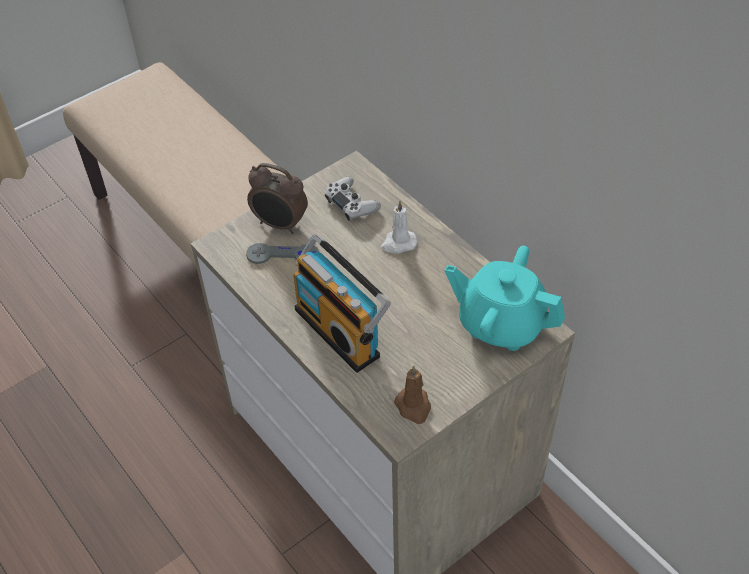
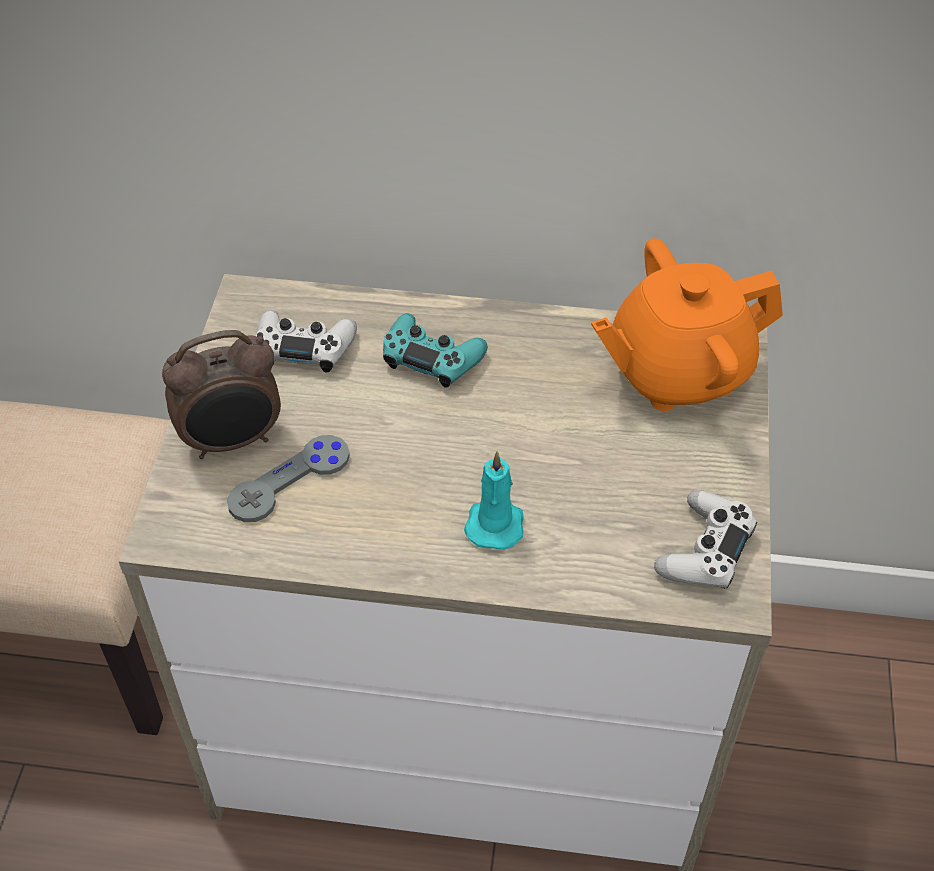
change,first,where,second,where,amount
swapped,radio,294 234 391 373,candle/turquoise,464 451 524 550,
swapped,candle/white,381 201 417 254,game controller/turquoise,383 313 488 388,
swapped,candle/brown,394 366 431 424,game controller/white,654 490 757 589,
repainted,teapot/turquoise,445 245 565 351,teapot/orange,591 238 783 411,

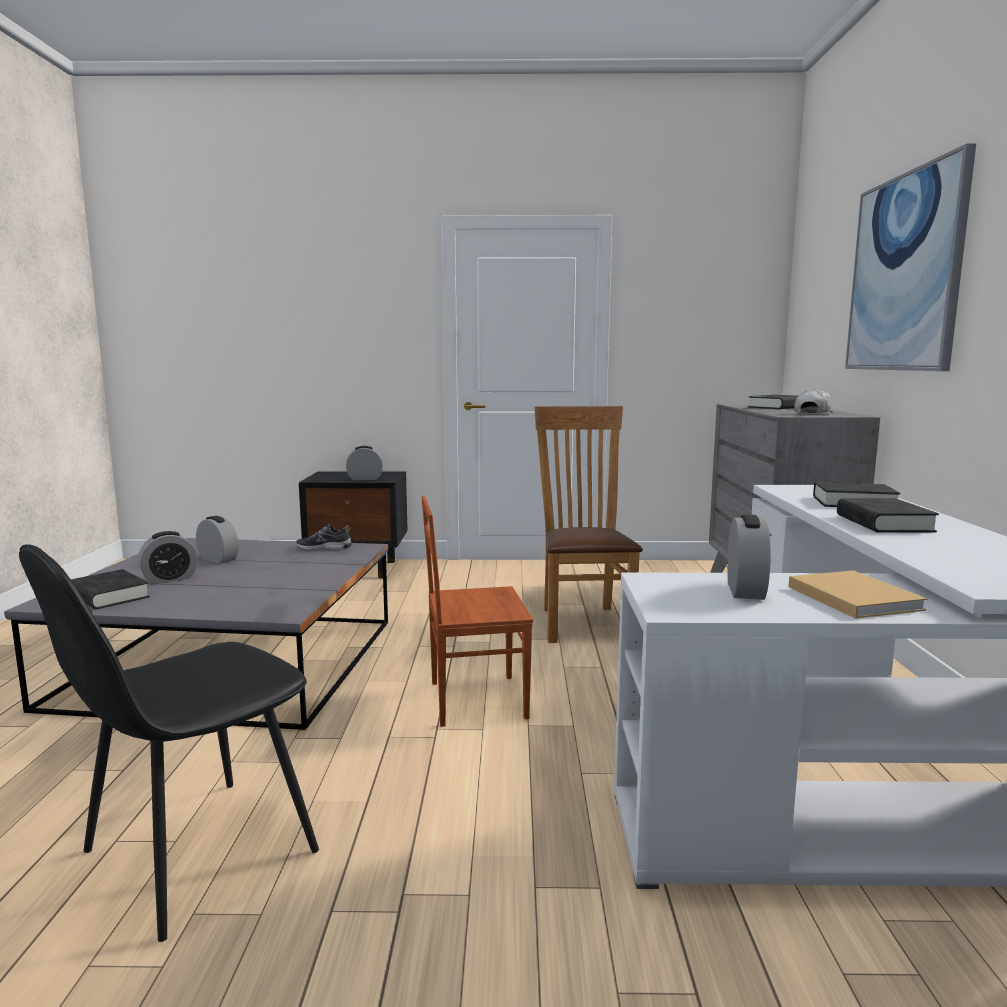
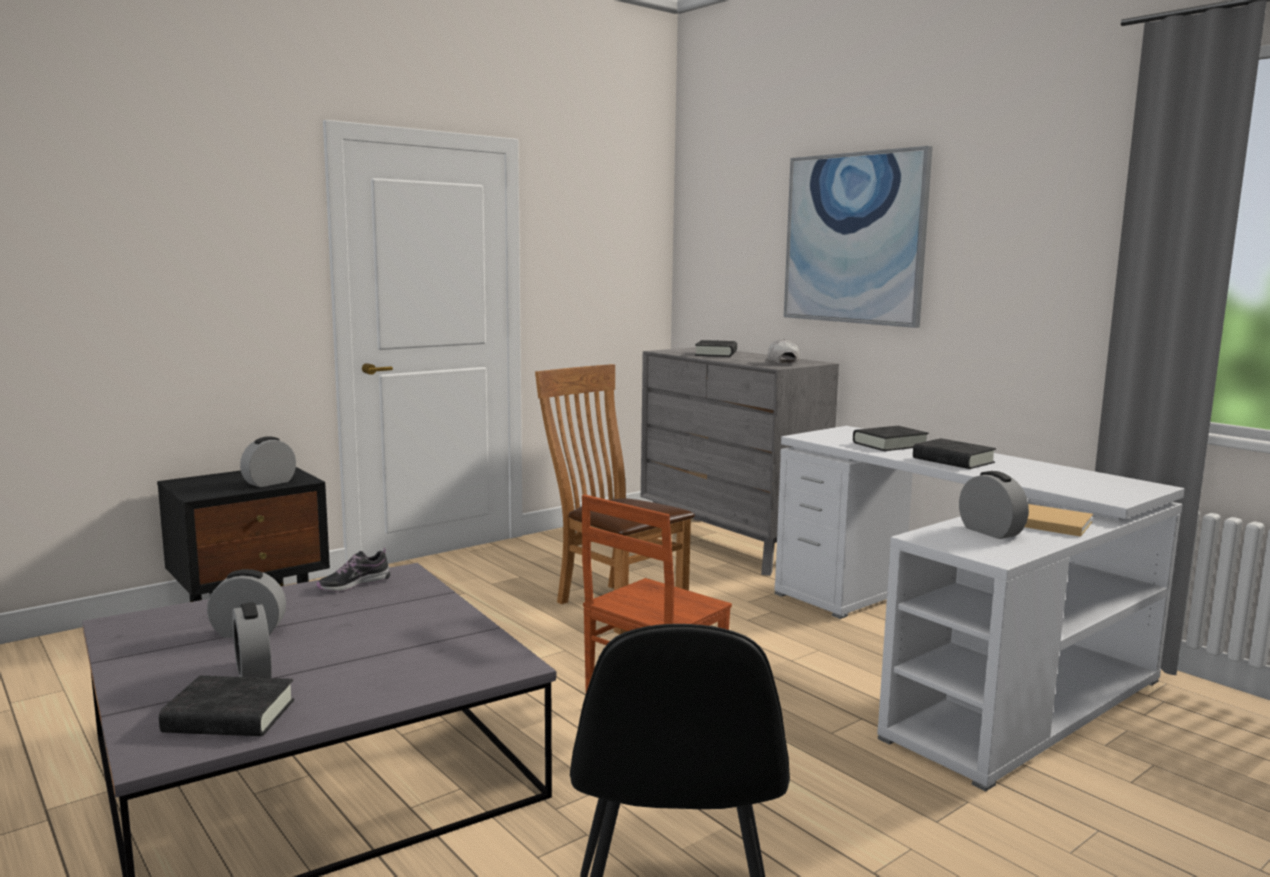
change,first,where,second,where,amount
rotated,alarm clock,138 531 198 584,,232 602 272 678,135 degrees clockwise

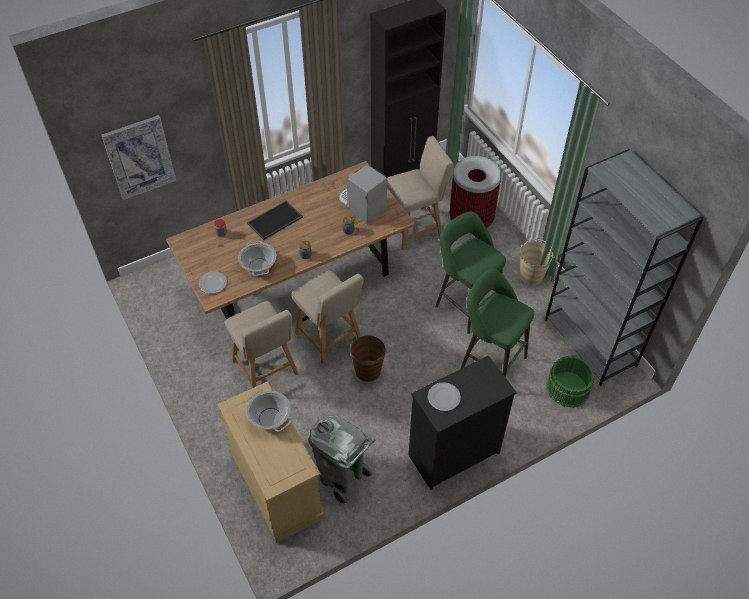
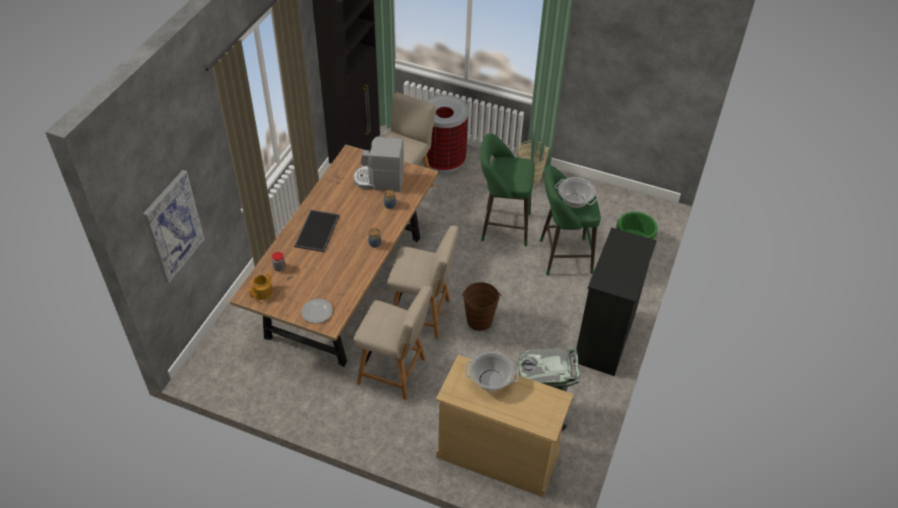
change,first,where,second,where,amount
gone,plate,428 382 461 411,,,
gone,bookcase/grey,545 149 704 386,,,
new,,,teapot,249 271 273 300,
shifted,cooking pot,238 241 276 276,,555 177 598 208,

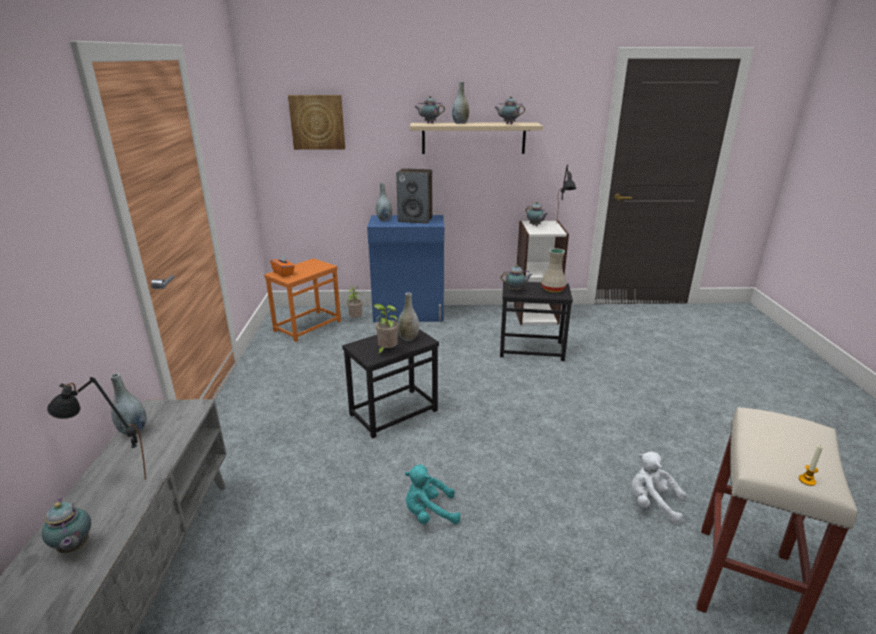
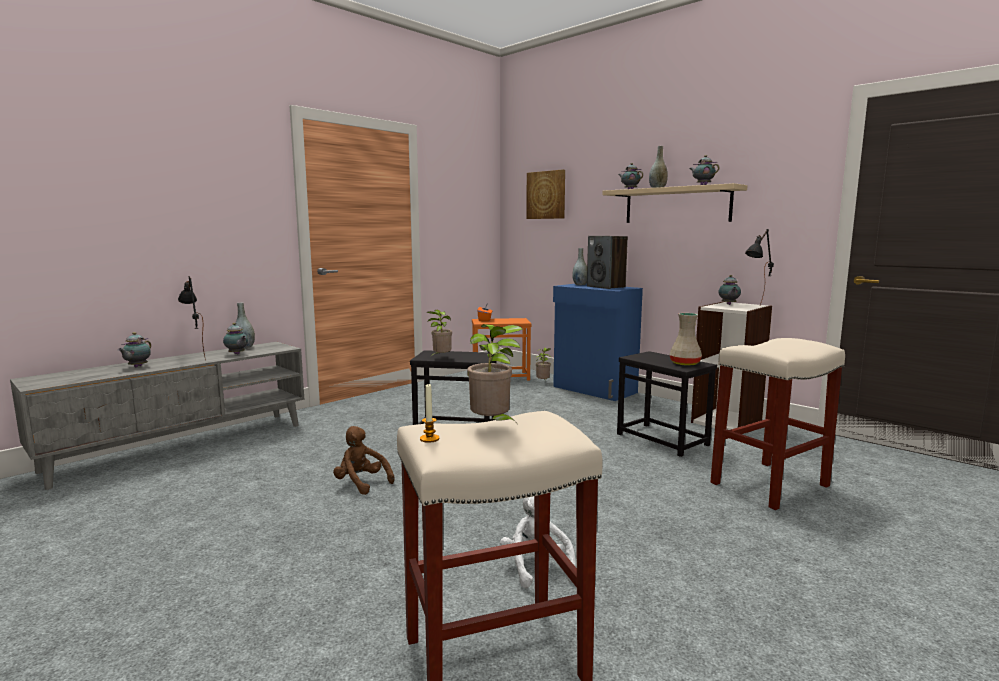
change,first,where,second,where,amount
gone,vase/grey,398 292 419 341,,,
new,,,potted plant,467 324 523 422,
new,,,stool/beige,711 338 845 510,
shifted,teapot,501 265 532 291,,223 323 248 355,
repainted,plush toy/turquoise,405 464 461 524,plush toy/brown,333 426 395 495,

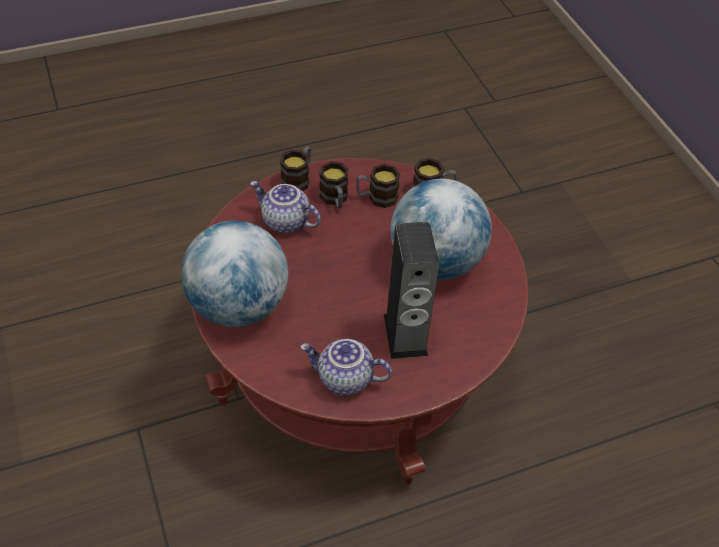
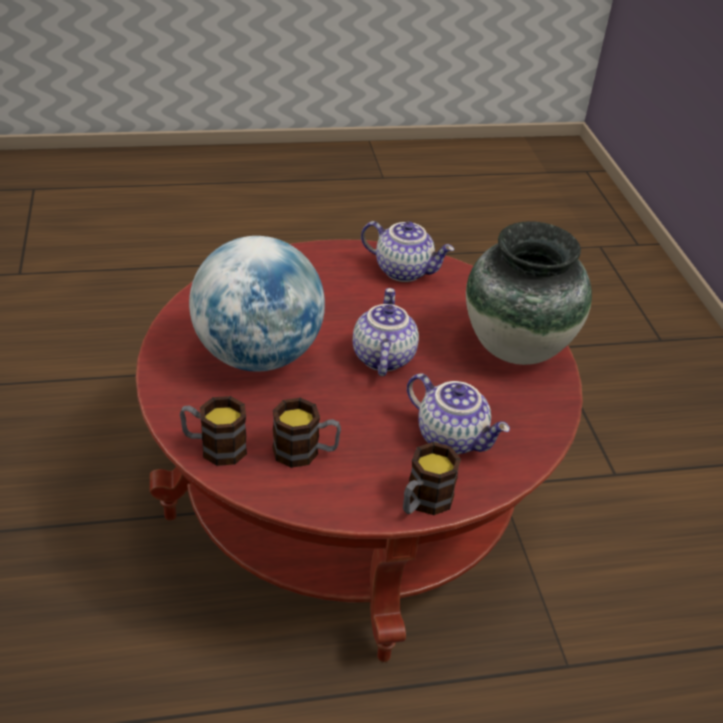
change,first,where,second,where,amount
gone,mug,319 161 349 208,,,
gone,speaker,384 222 439 359,,,
new,,,teapot,353 288 419 376,
swapped,globe,181 221 288 327,vase,466 221 592 365,

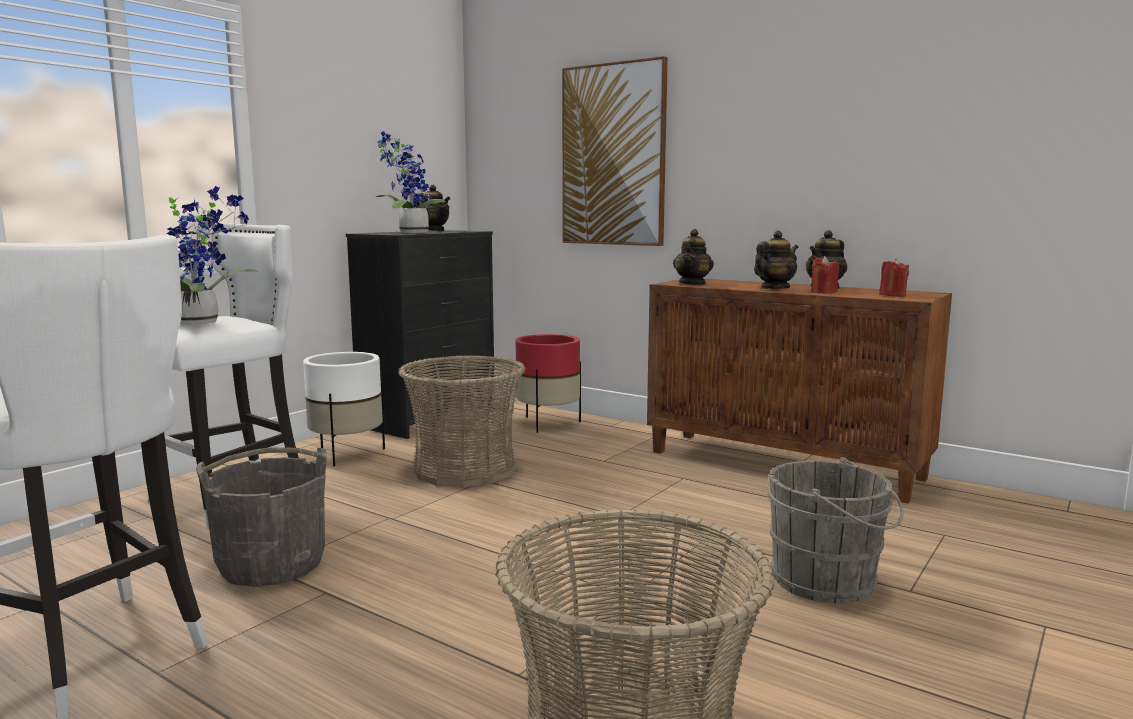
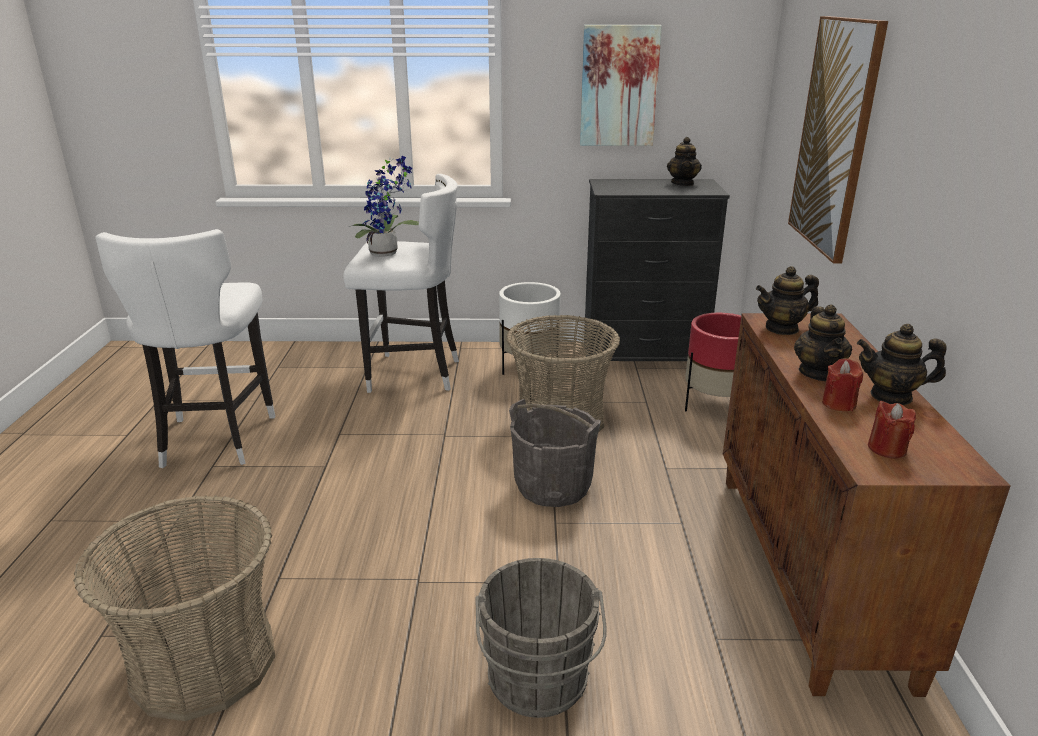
change,first,where,second,where,amount
gone,potted plant,376 131 446 233,,,
new,,,picture,580 25 662 146,
shifted,bucket/grey,196 447 327 587,,509 399 601 507,
rotated,teapot,754 230 799 289,,794 304 852 381,75 degrees clockwise

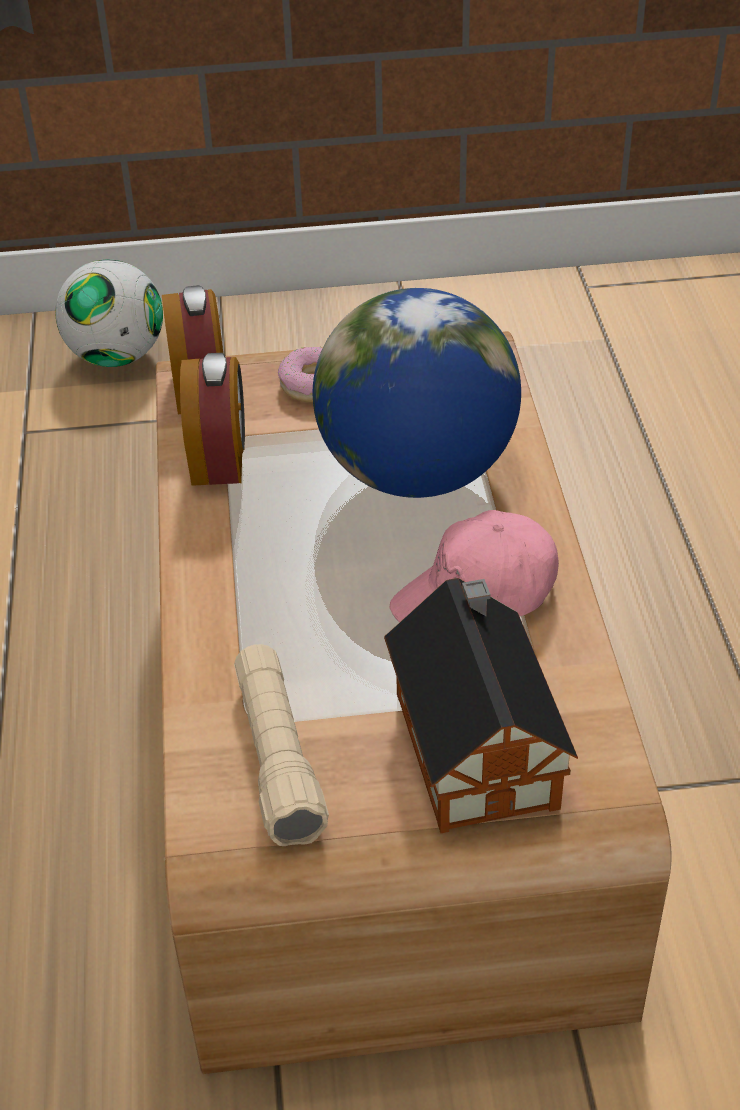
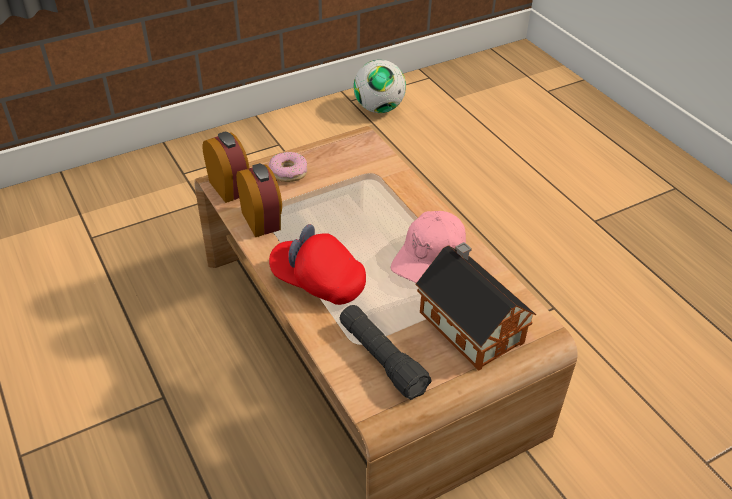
change,first,where,second,where,amount
gone,globe,313 288 521 498,,,
new,,,cap/red,269 224 366 305,
shifted,football,55 260 163 367,,354 60 406 113,
repainted,flashlight/beige,234 644 329 846,flashlight/black,340 305 432 400,

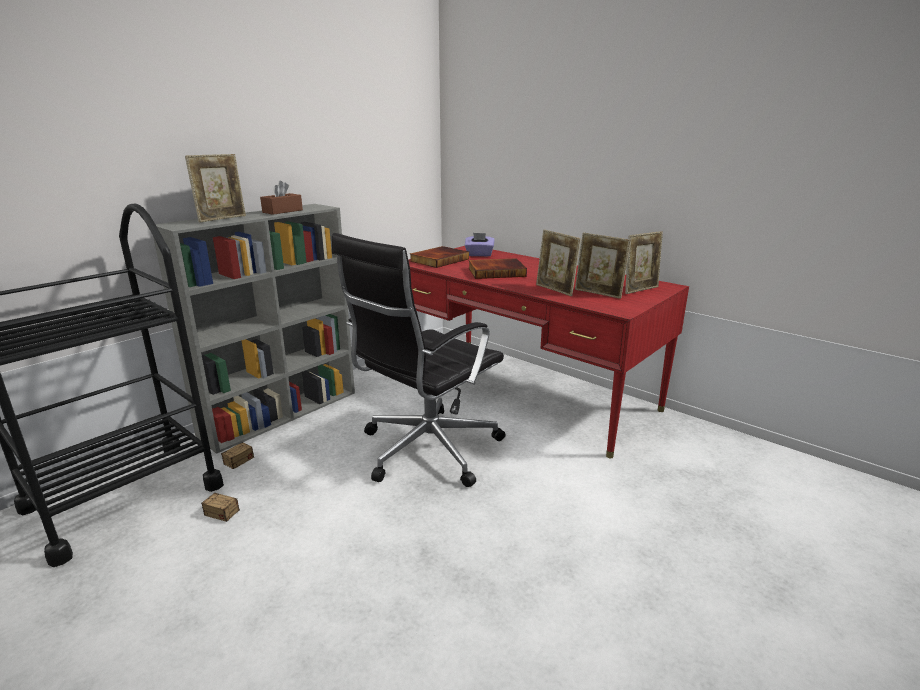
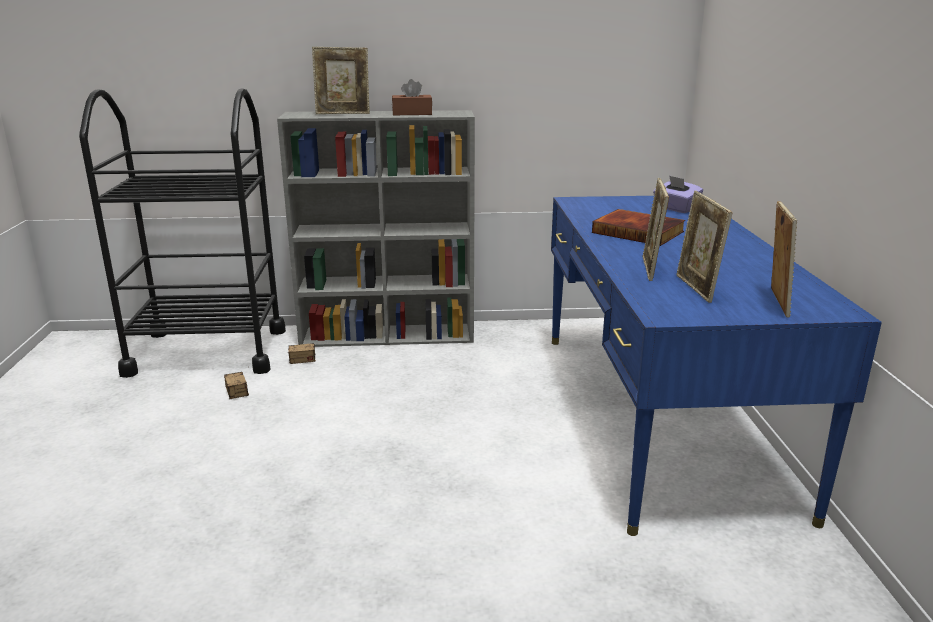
change,first,where,second,where,amount
gone,office chair/black,332 233 506 487,,,
gone,book,410 246 469 268,,,
repainted,desk/red,408 246 689 458,desk/blue,551 196 882 536,
rotated,picture frame,625 231 663 294,,771 201 797 317,90 degrees counterclockwise

